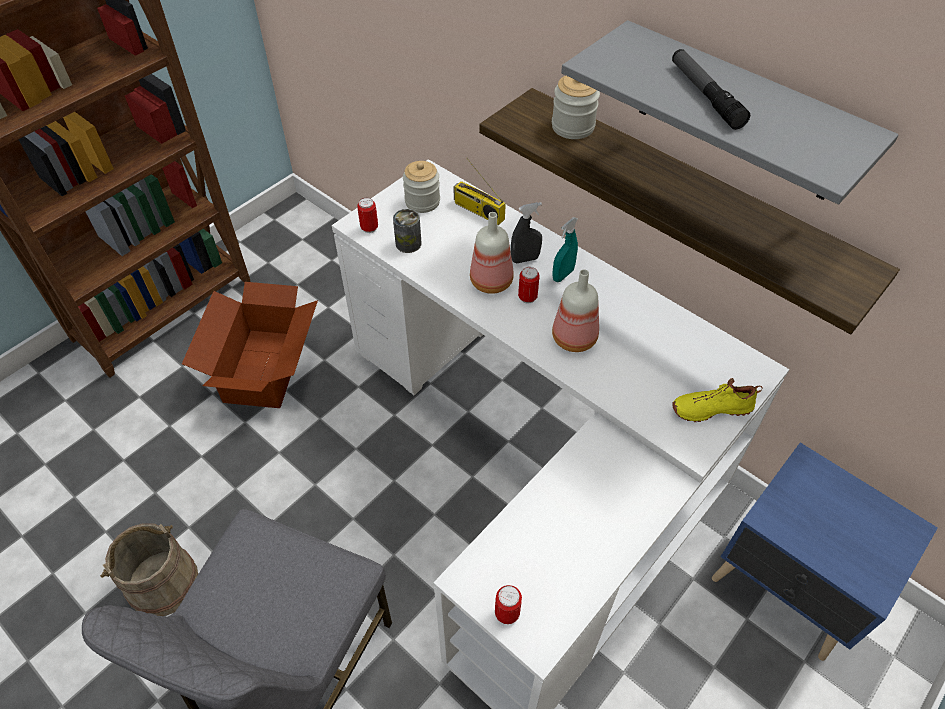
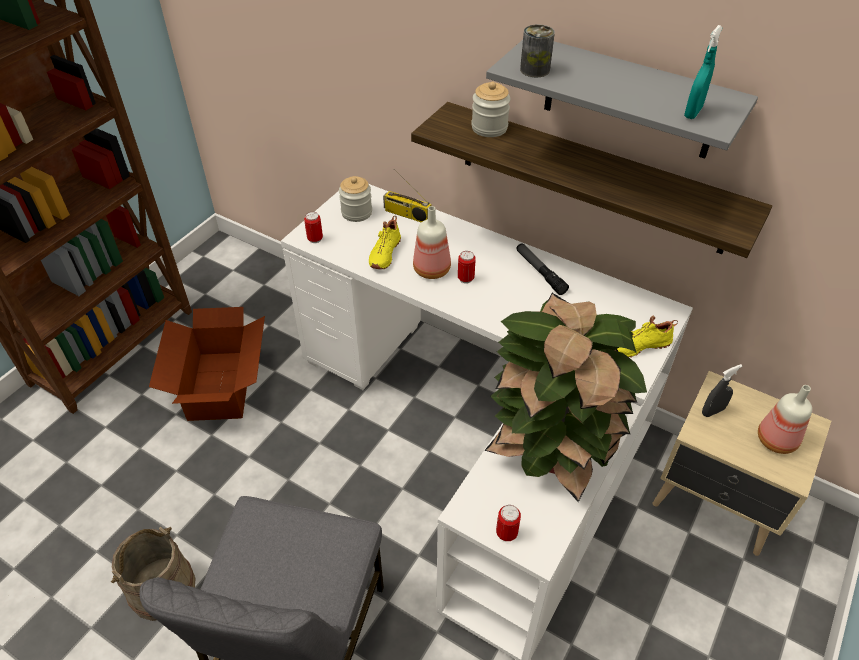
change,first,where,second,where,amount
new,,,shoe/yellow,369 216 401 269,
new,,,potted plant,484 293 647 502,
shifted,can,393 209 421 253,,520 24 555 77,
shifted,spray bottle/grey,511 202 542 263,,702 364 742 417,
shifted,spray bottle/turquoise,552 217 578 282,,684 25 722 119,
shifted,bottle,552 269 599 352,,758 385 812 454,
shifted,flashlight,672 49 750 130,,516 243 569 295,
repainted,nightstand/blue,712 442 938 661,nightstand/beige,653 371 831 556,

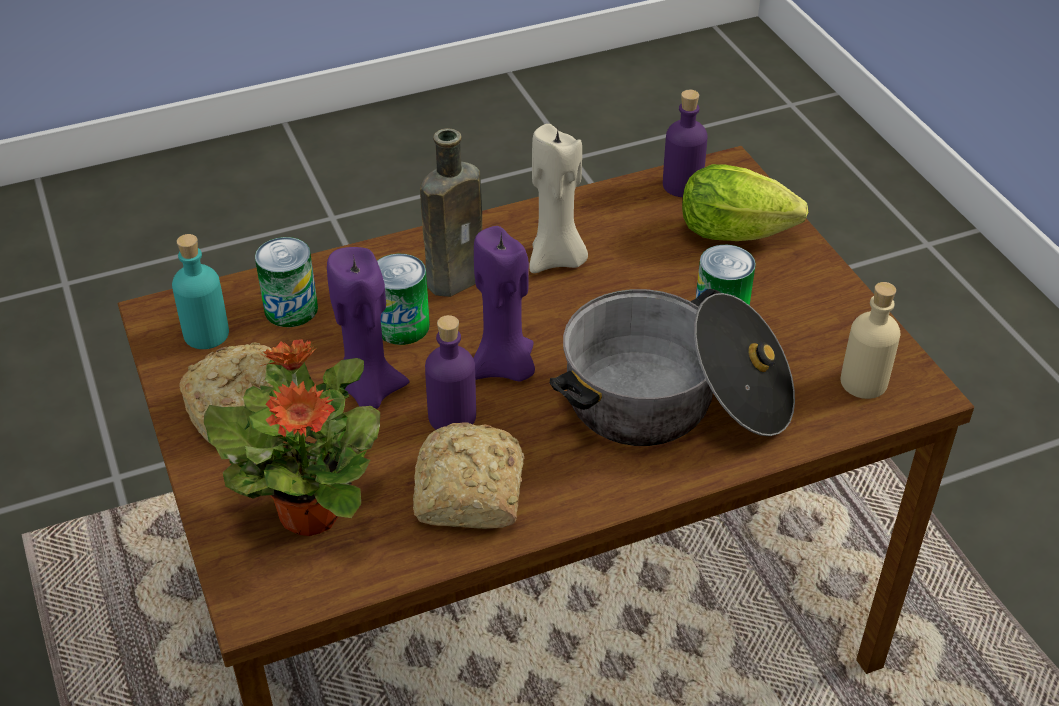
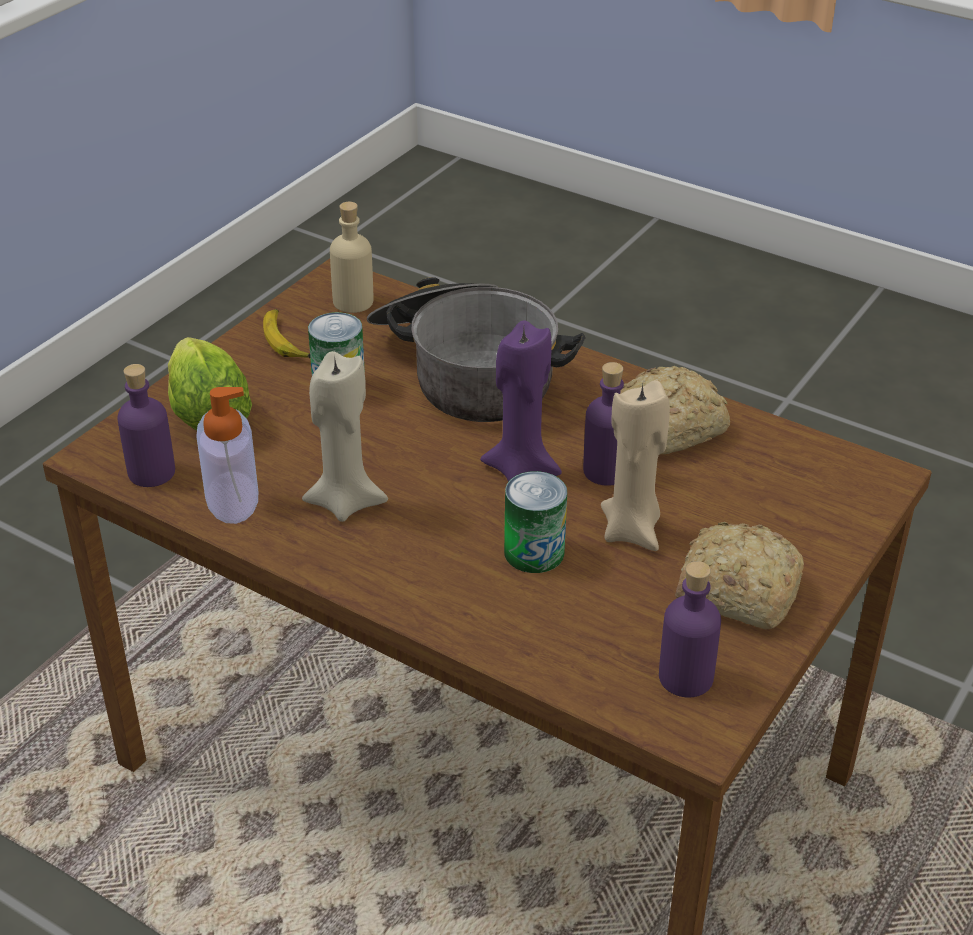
change,first,where,second,where,amount
gone,potted plant,204 339 380 536,,,
gone,can,255 237 318 327,,,
gone,bottle/brown,420 128 482 297,,,
new,,,soap dispenser,196 387 258 524,
new,,,banana,263 309 310 358,
repainted,bottle/turquoise,172 234 229 349,bottle/purple,659 561 721 697,
repainted,candle/purple,327 247 410 409,candle/beige,601 380 670 551,

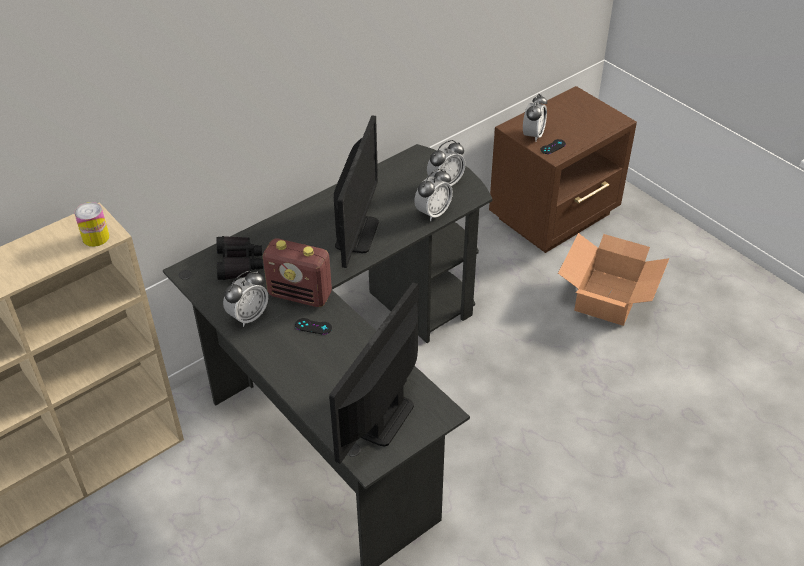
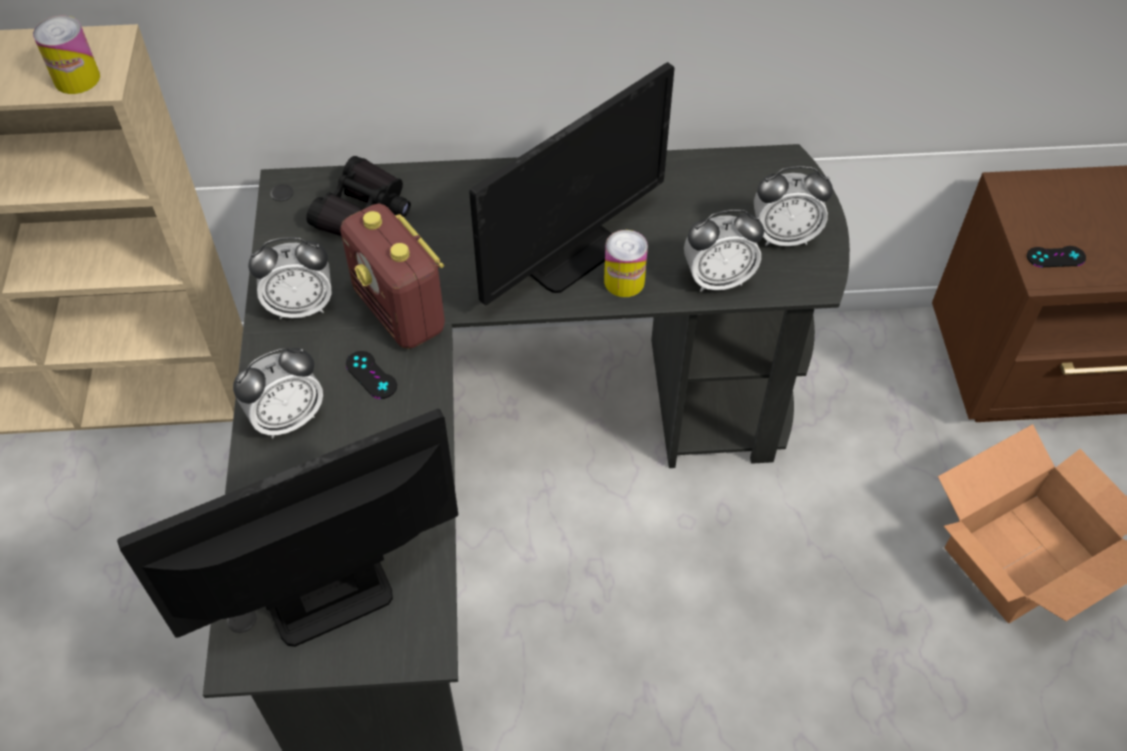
change,first,where,second,where,amount
new,,,can,604 230 648 297,
shifted,alarm clock,523 94 547 142,,233 348 323 439,

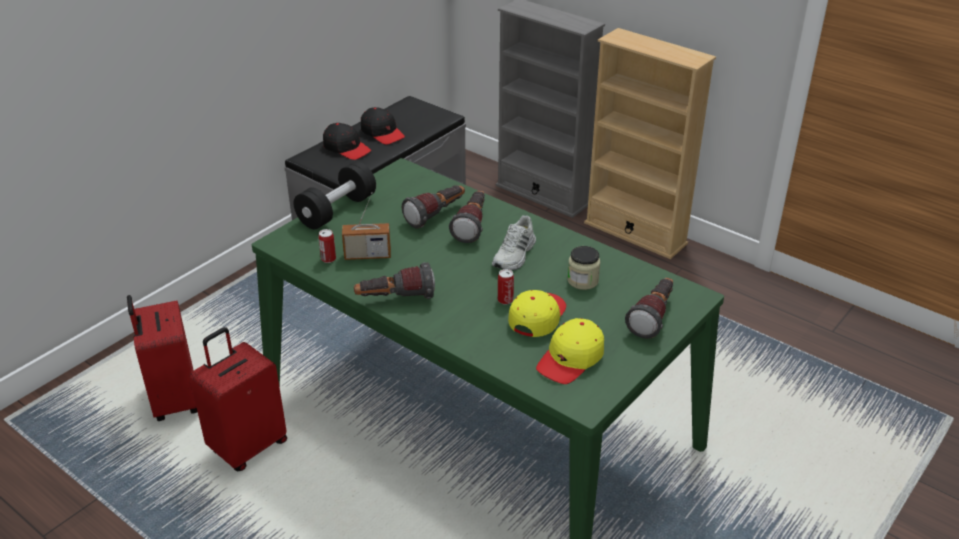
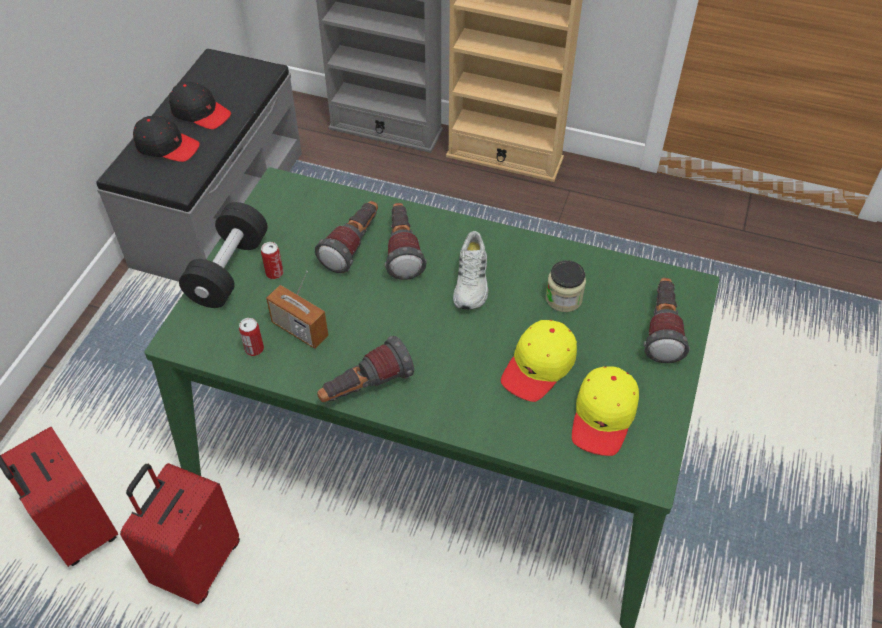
change,first,where,second,where,amount
shifted,can,498 269 514 304,,261 242 284 279,
rotated,radio,342 192 391 260,,266 271 328 349,60 degrees clockwise
rotated,cap/yellow,508 290 566 337,,501 320 577 402,150 degrees counterclockwise

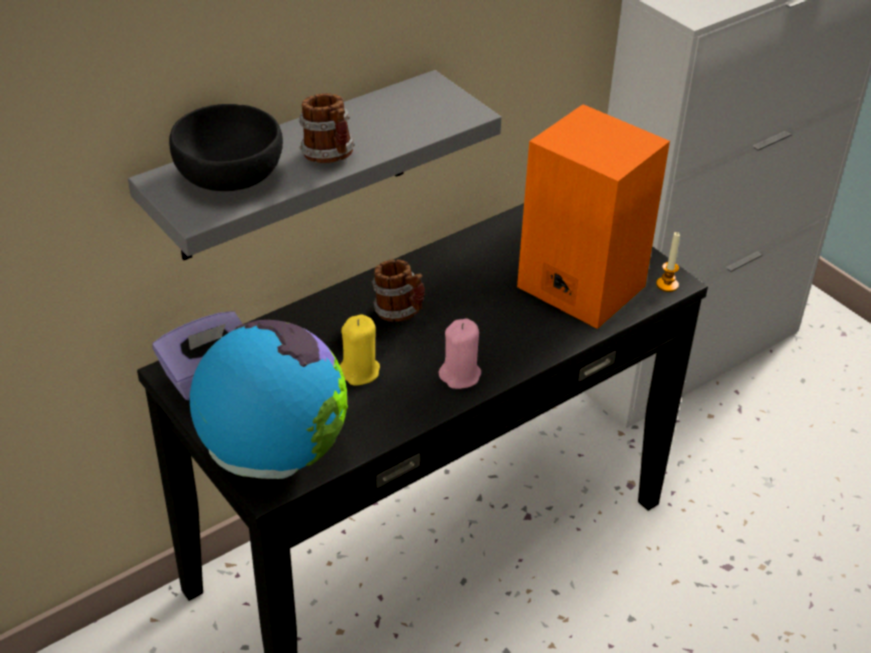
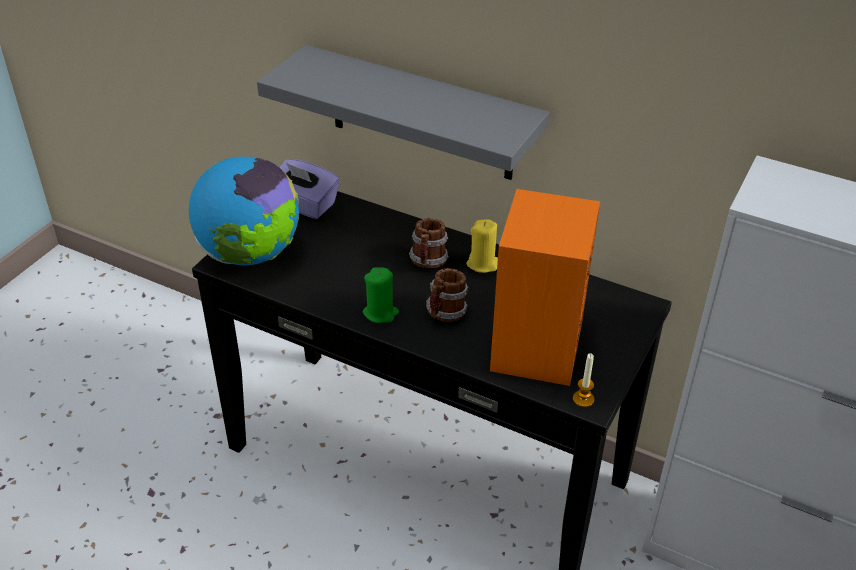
change,first,where,second,where,amount
gone,bowl/black,169 104 283 191,,,
shifted,mug,299 93 355 163,,426 268 468 322,
shifted,candle/yellow,340 314 380 386,,466 219 498 273,
repainted,candle/pink,439 318 481 389,candle/green,363 267 399 323,

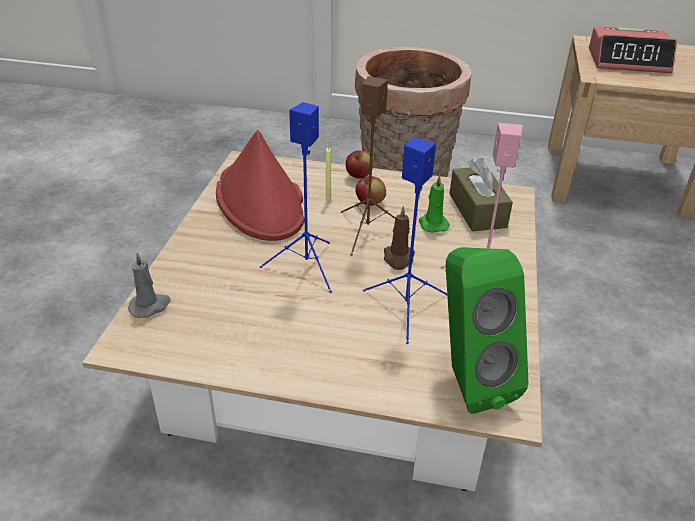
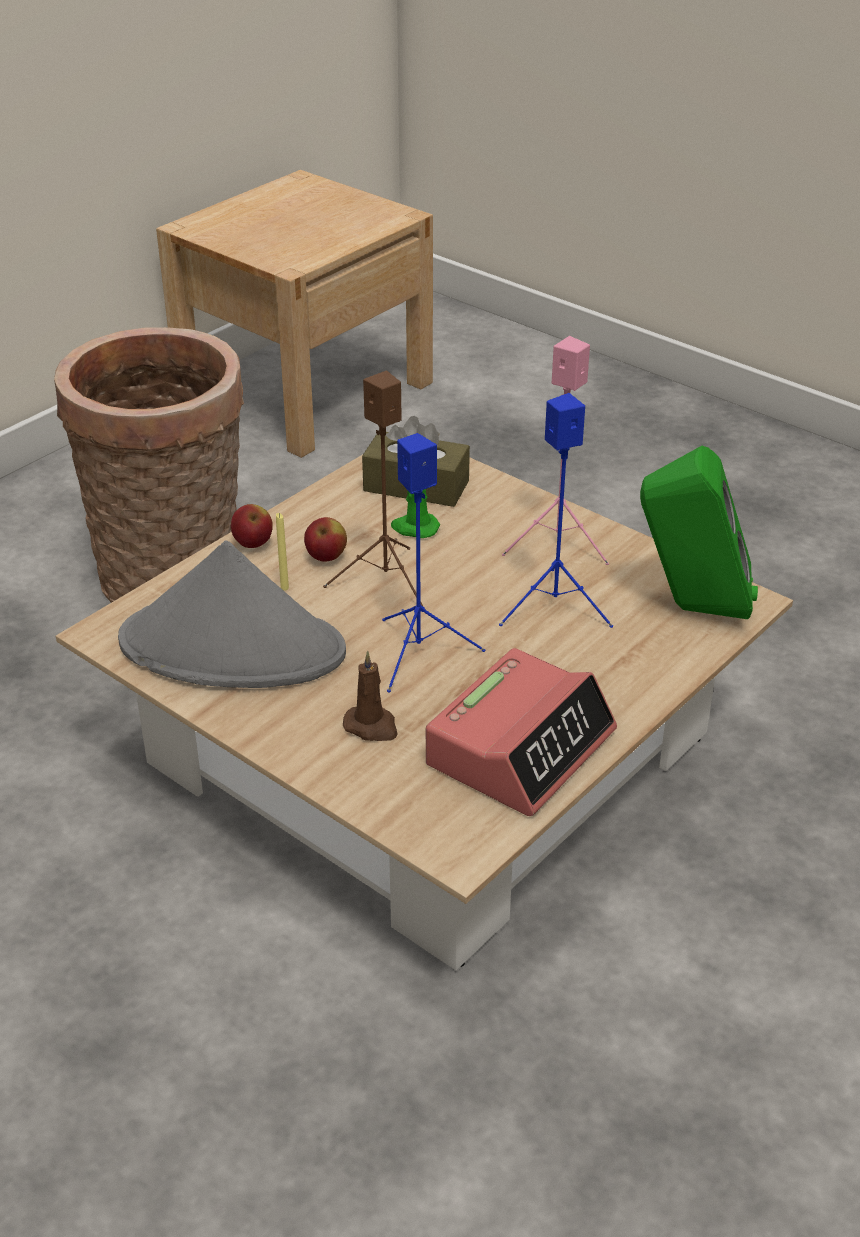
change,first,where,second,where,amount
gone,candle/grey,128 252 171 318,,,
shifted,candle/brown,384 206 415 270,,343 651 398 741,
shifted,alarm clock,589 26 677 73,,426 648 617 816,
repainted,hat/red,216 130 305 241,hat/grey,118 541 346 688,

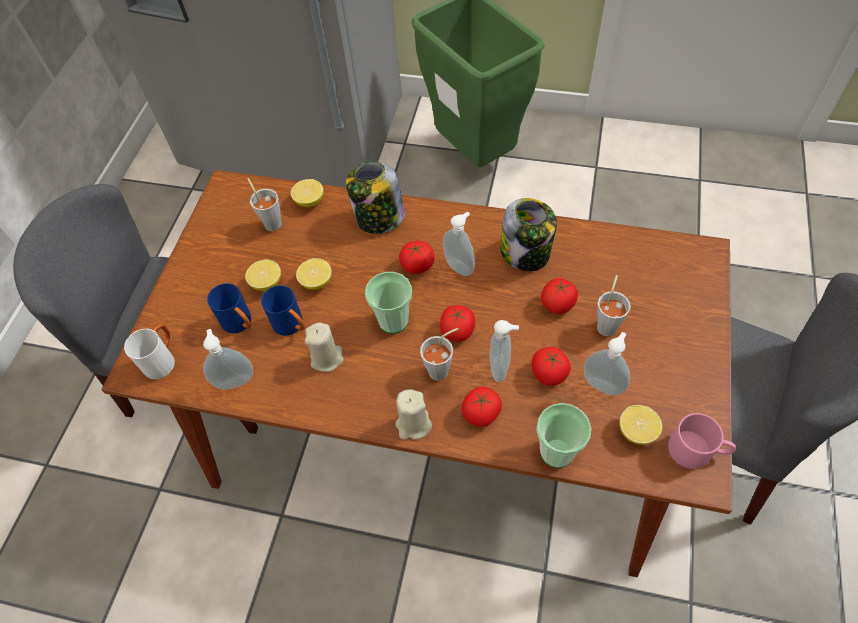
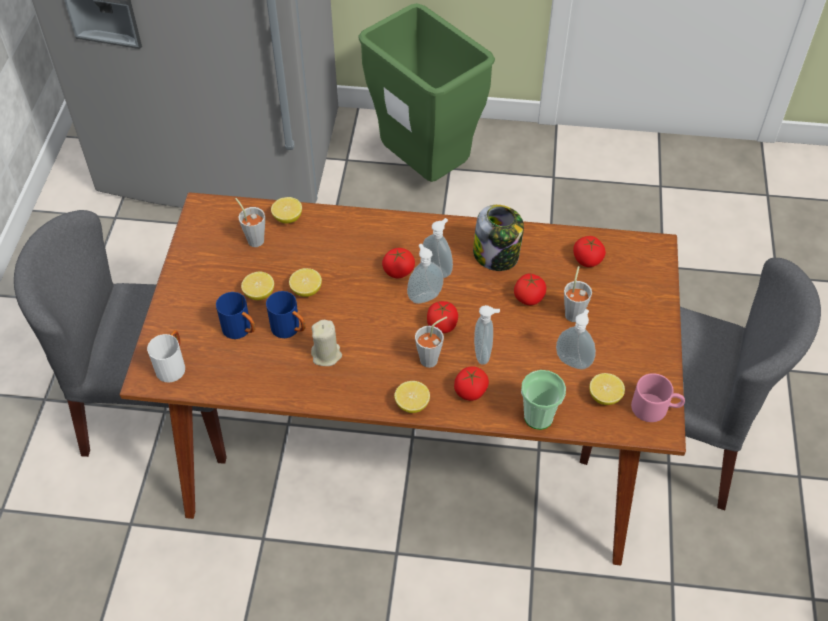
change,first,where,second,where,amount
gone,jar,346 161 405 234,,,
gone,cup,365 272 412 334,,,
shifted,soap dispenser,203 329 253 390,,407 244 443 304,
shifted,tomato,531 347 571 386,,573 236 606 267,
swapped,candle/beige,395 389 432 440,lemon,394 381 430 413,

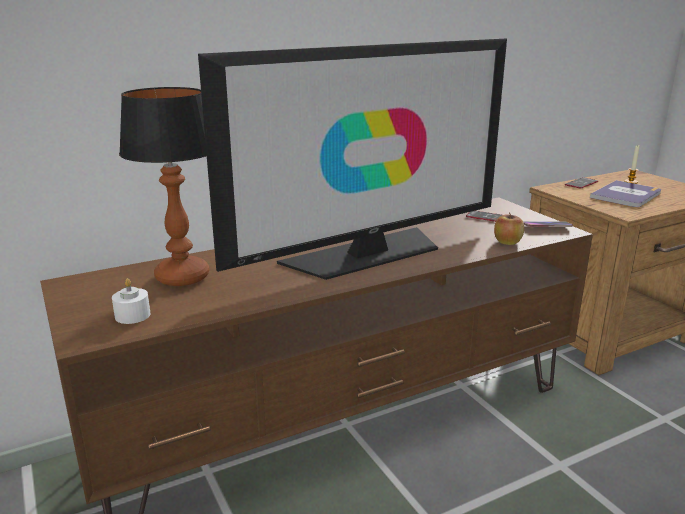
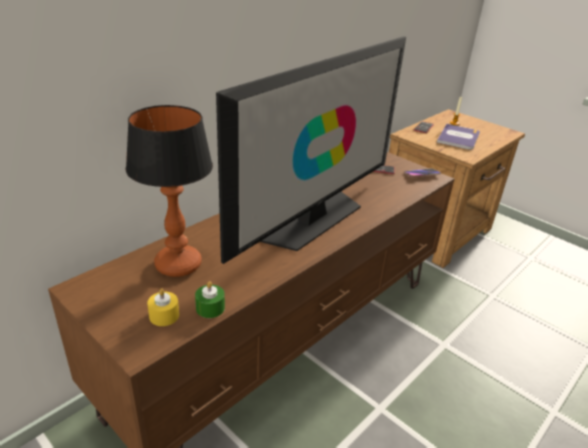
change,first,where,second,where,amount
gone,apple,494 212 524 245,,,
new,,,candle/green,195 281 225 318,
repainted,candle/white,112 278 150 324,candle/yellow,147 288 179 326,

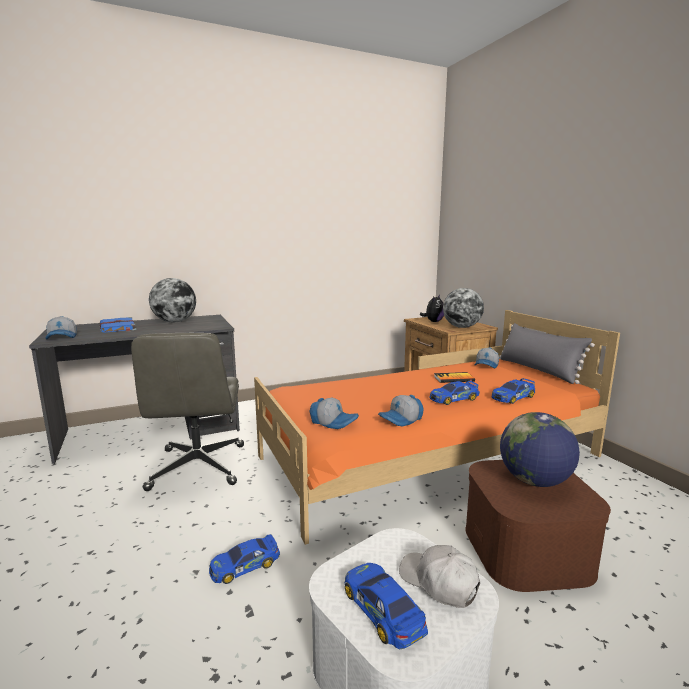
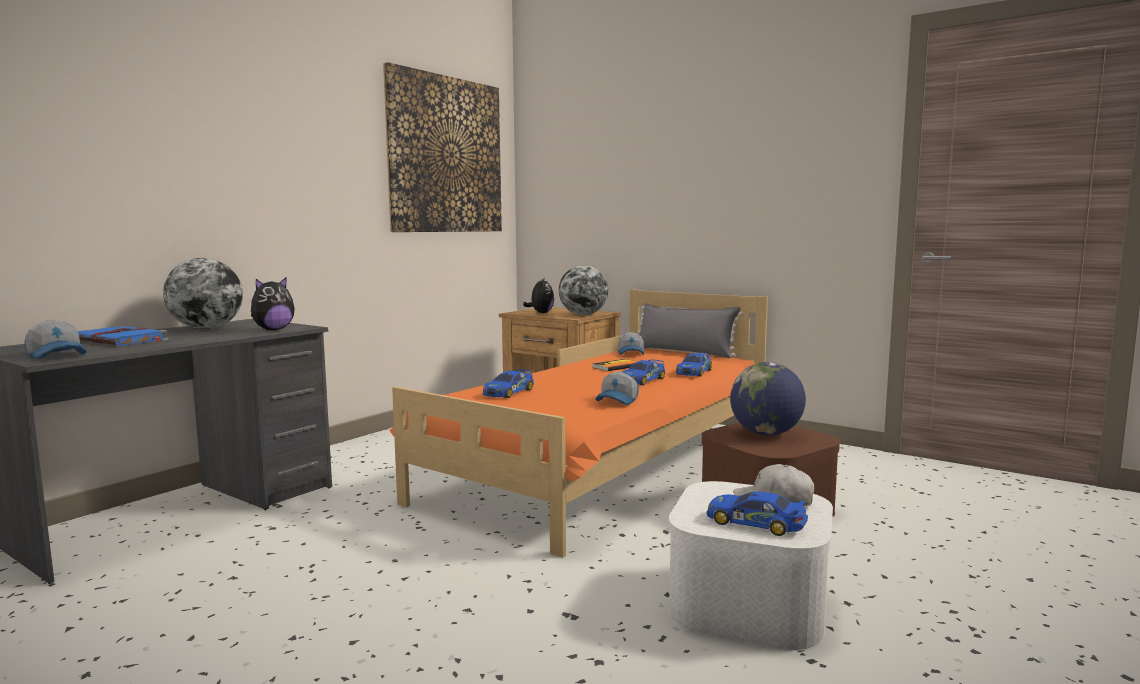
change,first,where,second,where,amount
gone,office chair/grey,131 333 244 491,,,
gone,cap,309 398 359 429,,,
new,,,plush toy,251 277 295 330,
new,,,picture,383 62 502 232,
shifted,toy car,209 534 280 584,,483 369 534 398,

